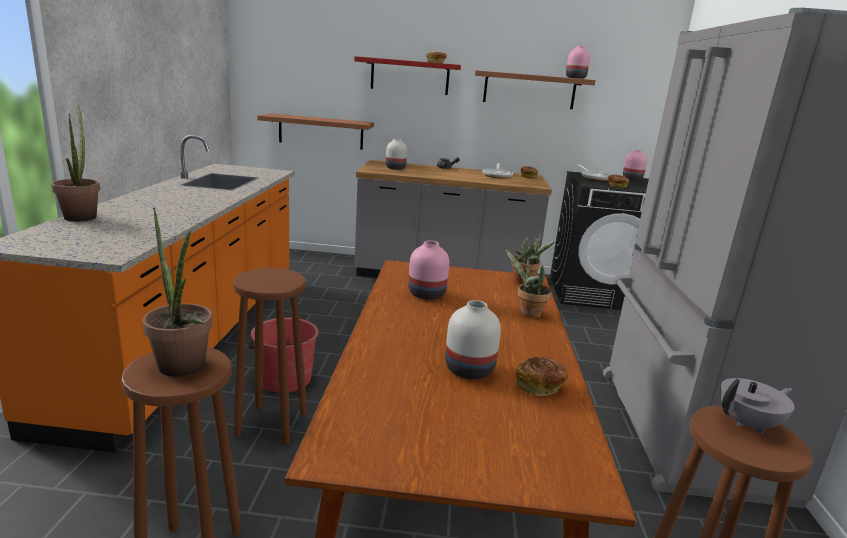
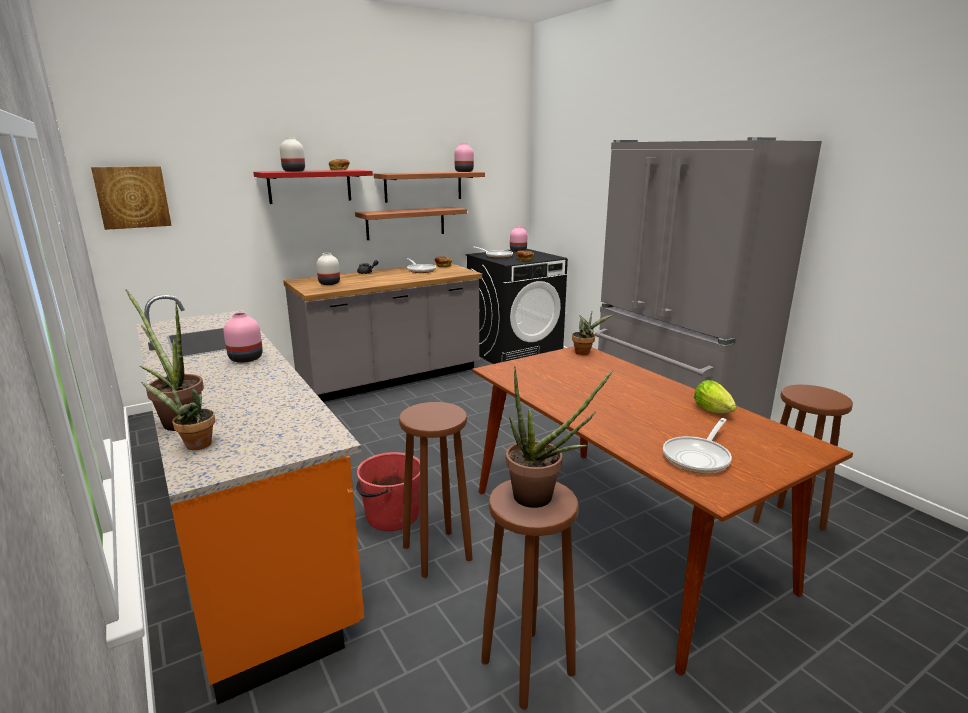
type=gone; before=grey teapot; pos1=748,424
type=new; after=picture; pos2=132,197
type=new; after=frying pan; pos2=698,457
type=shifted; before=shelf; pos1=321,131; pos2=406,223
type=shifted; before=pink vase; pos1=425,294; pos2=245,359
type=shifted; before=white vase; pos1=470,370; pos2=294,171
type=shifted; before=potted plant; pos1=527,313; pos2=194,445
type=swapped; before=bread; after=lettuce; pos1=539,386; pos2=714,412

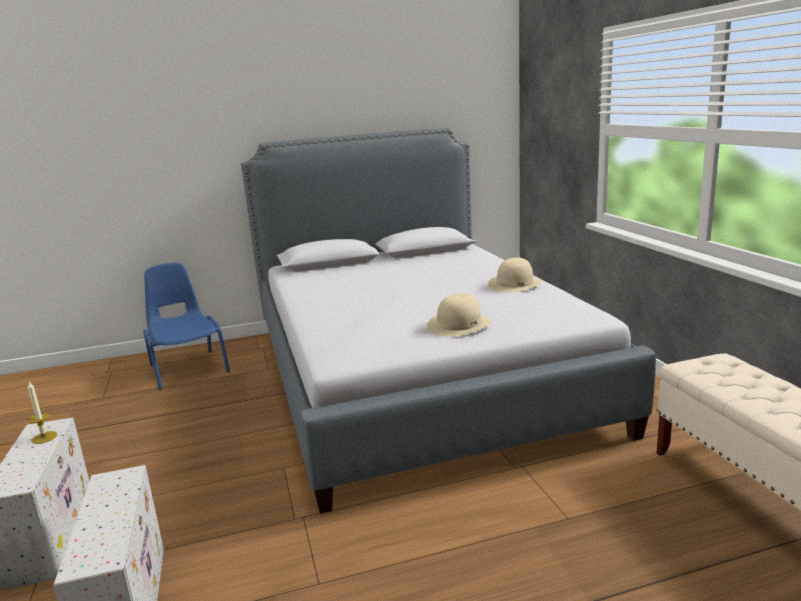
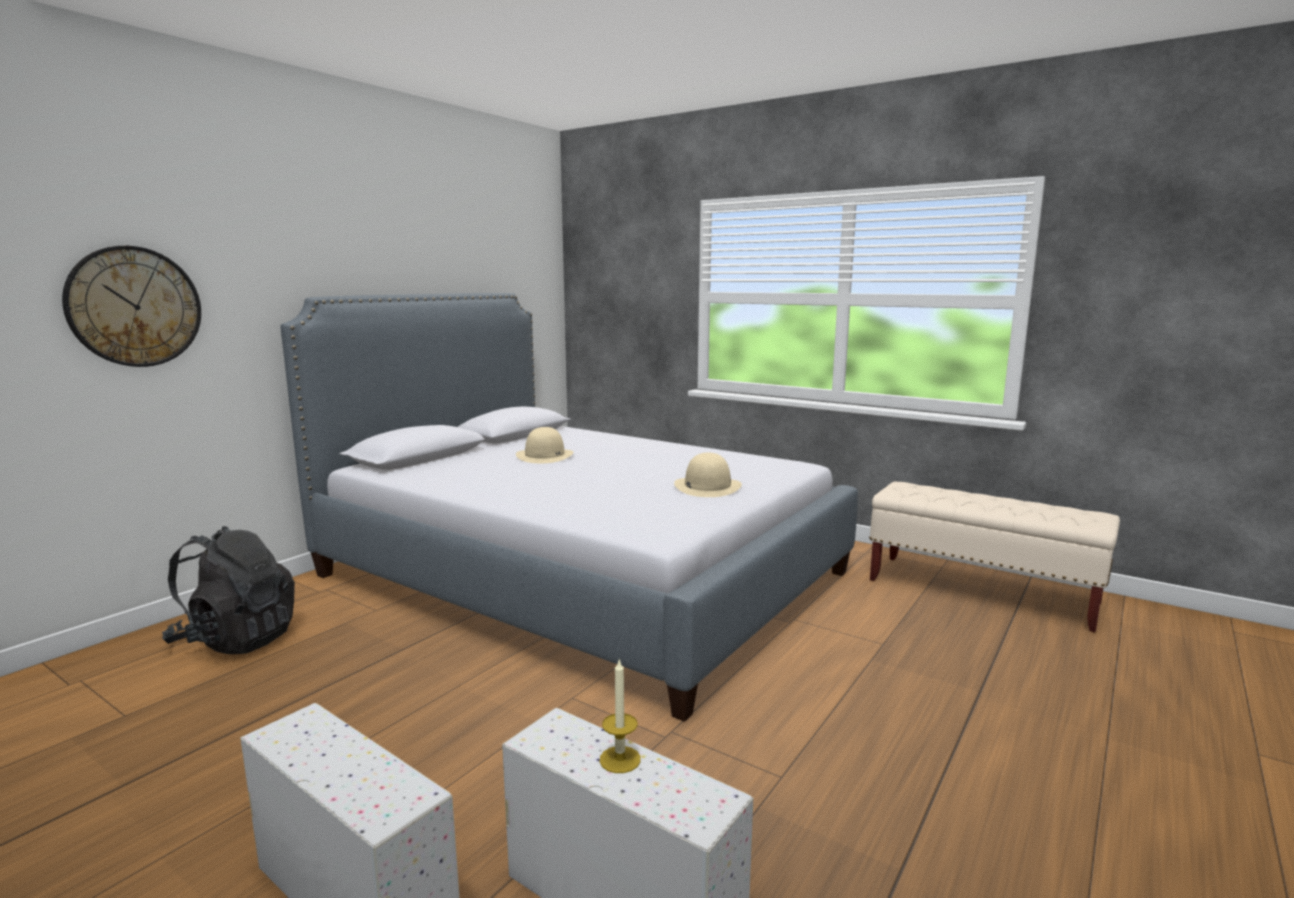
type=new; after=wall clock; pos2=134,307
type=shifted; before=candle; pos1=44,437; pos2=620,759
type=shifted; before=beige hat; pos1=515,284; pos2=545,456
type=swapped; before=blue chair; after=black backpack; pos1=188,368; pos2=236,640

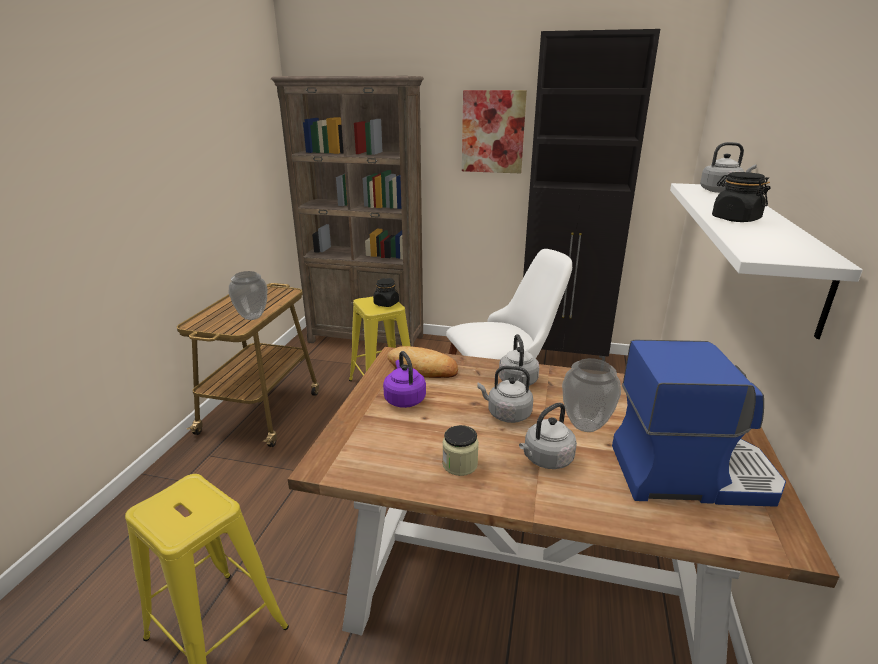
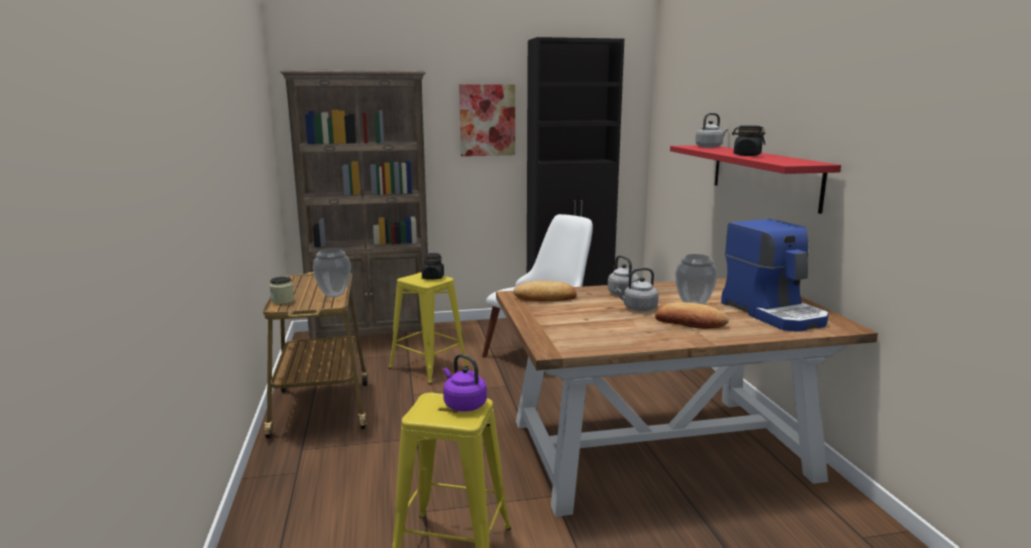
type=shifted; before=purple kettle; pos1=404,399; pos2=463,404
type=shifted; before=jar; pos1=460,464; pos2=282,301
type=swapped; before=grey kettle; after=bread; pos1=546,459; pos2=690,322
type=repainted; before=white shelf; after=red shelf; pos1=773,248; pos2=763,175
type=rotated; before=coffee machine; pos1=690,473; pos2=774,313; turn=90

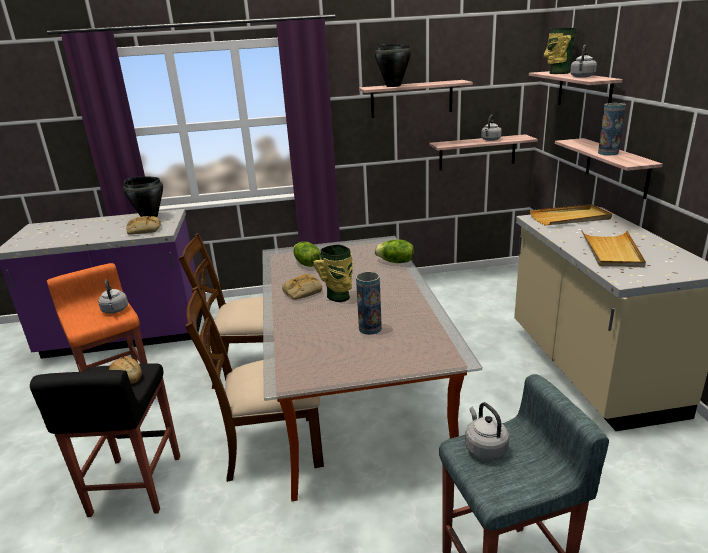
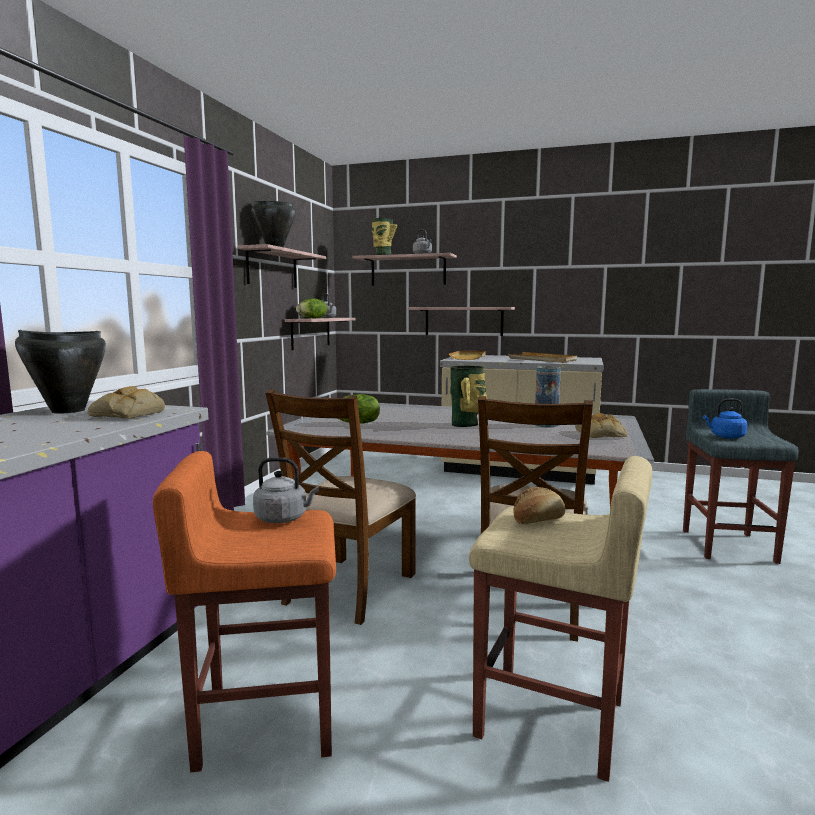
type=gone; before=vase; pos1=608,153
type=shifted; before=bread; pos1=302,291; pos2=601,434
type=shifted; before=lettuce; pos1=395,262; pos2=312,318
type=repainted; before=black stool; after=beige stool; pos1=135,486; pos2=552,720
type=repainted; before=grey kettle; after=blue kettle; pos1=484,448; pos2=725,436

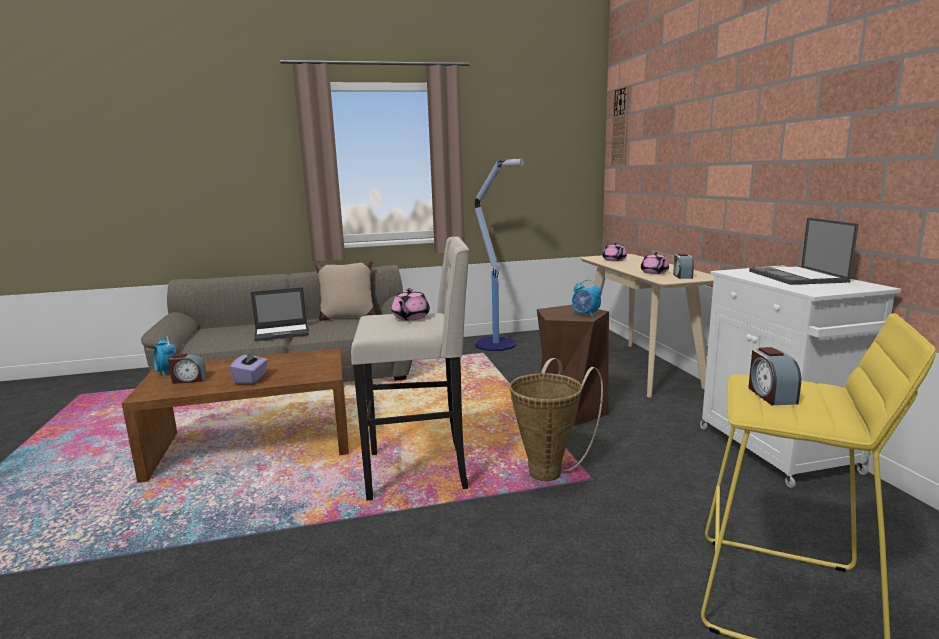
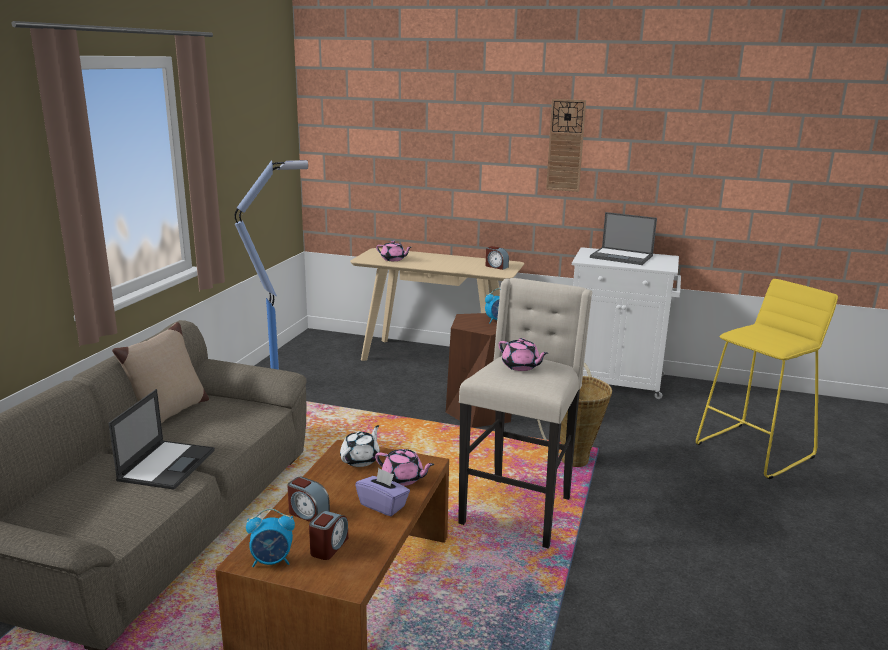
type=new; after=white teapot; pos2=361,459
type=shifted; before=wall clock; pos1=620,126; pos2=565,145
type=shifted; before=pink teapot; pos1=654,272; pos2=403,479
type=shifted; before=alarm clock; pos1=770,395; pos2=308,513

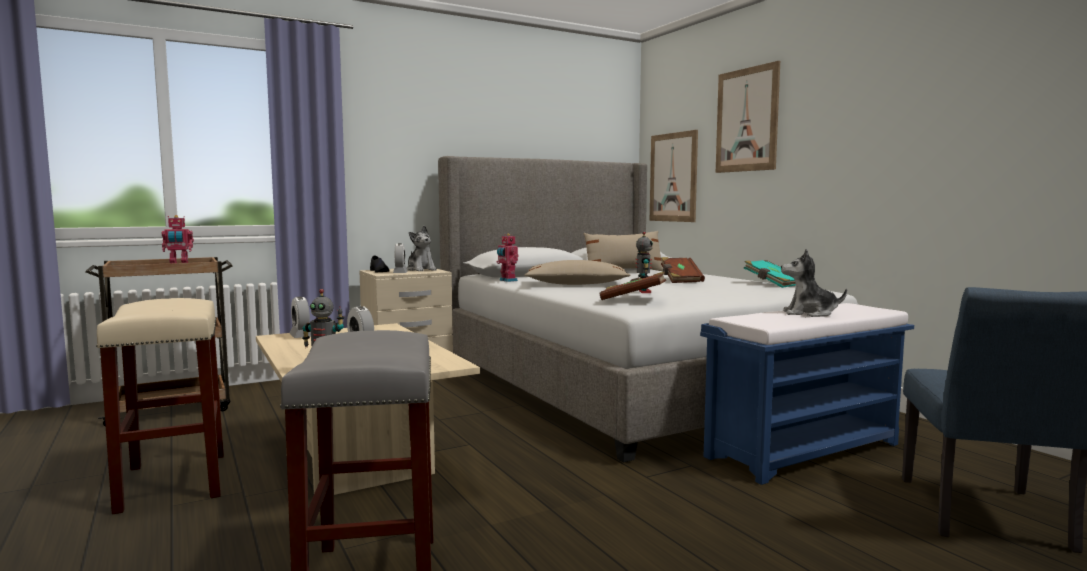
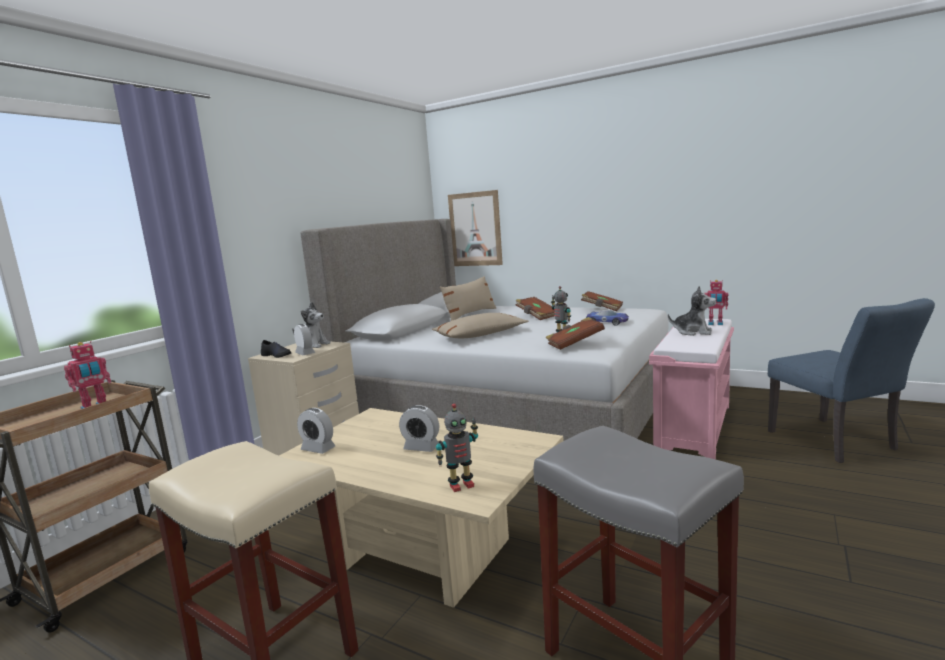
type=gone; before=picture; pos1=746,120
type=new; after=toy car; pos2=608,322
type=shifted; before=toy robot; pos1=507,280; pos2=715,324
type=repainted; before=blue bench; after=pink bench; pos1=804,450; pos2=693,427
type=repainted; before=turquoise book; after=brown book; pos1=772,284; pos2=602,309
type=rotated; before=plush toy; pos1=809,313; pos2=693,332; turn=-135

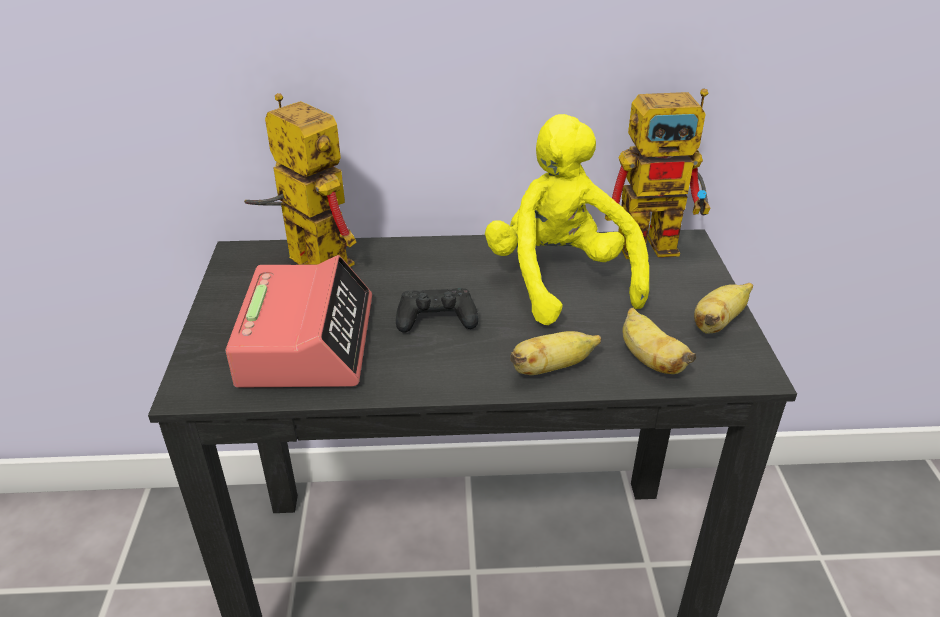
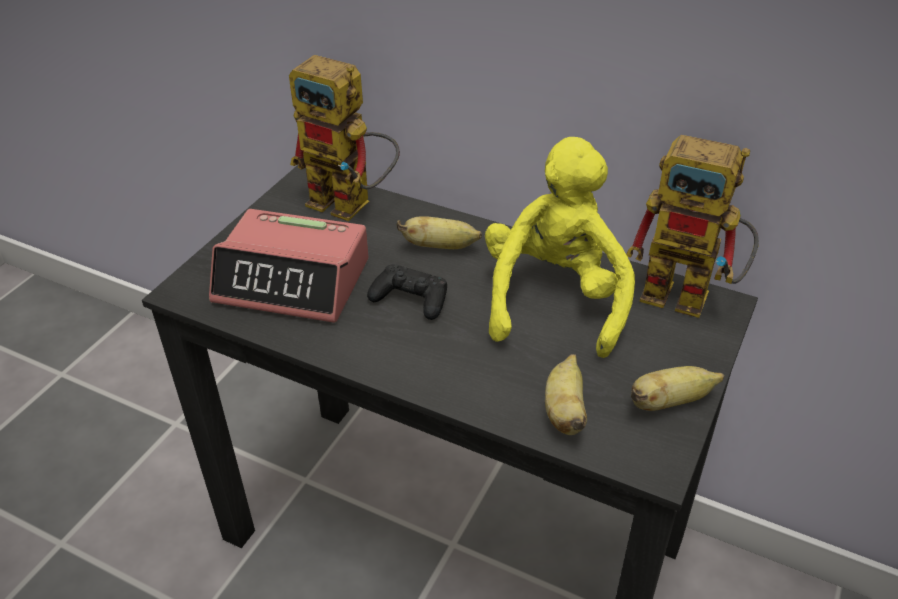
type=shifted; before=banana; pos1=551,368; pos2=440,247
type=rotated; before=alarm clock; pos1=307,341; pos2=293,280; turn=75
type=rotated; before=toy robot; pos1=307,259; pos2=352,204; turn=135

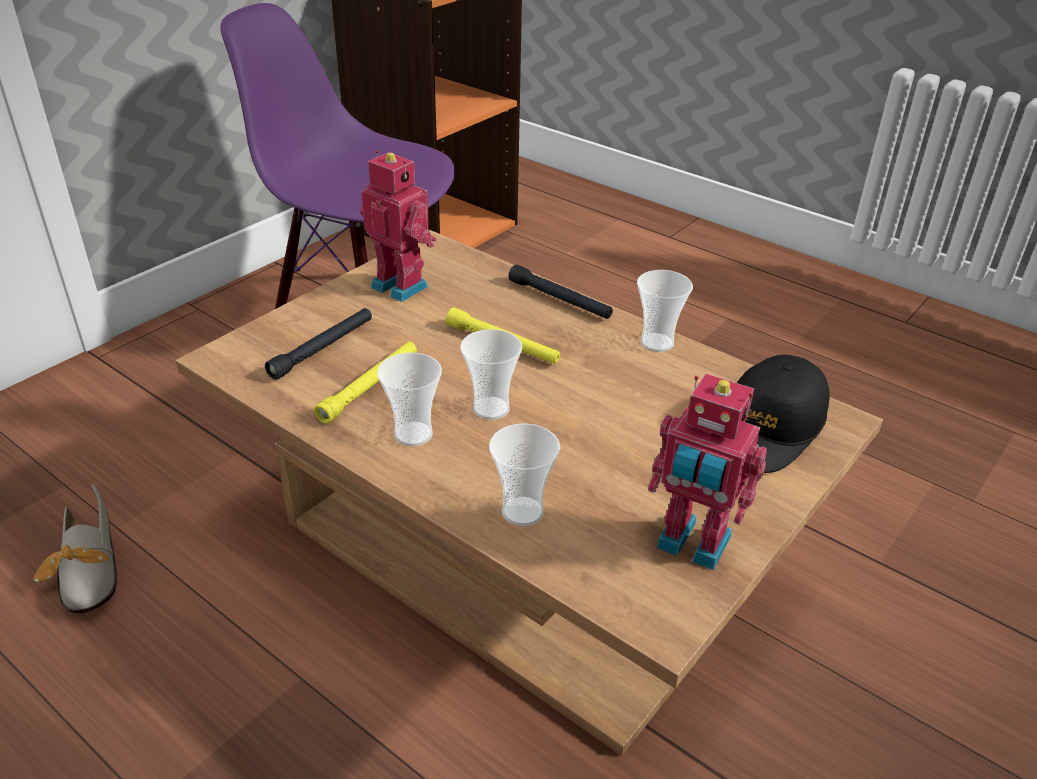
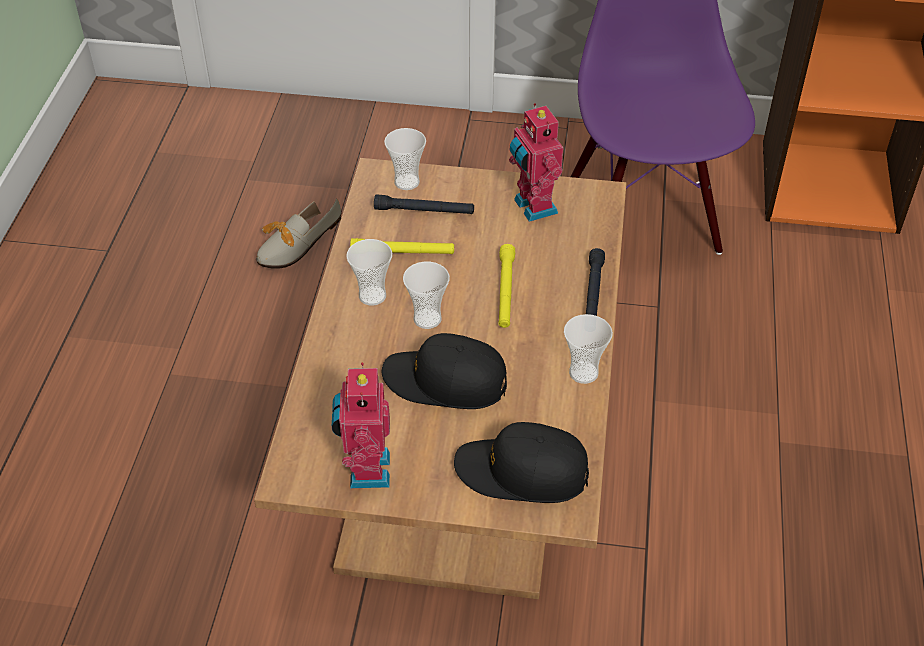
type=new; after=black cap; pos2=445,381
type=shifted; before=cup; pos1=522,511; pos2=407,182
type=rotated; before=toy robot; pos1=402,285; pos2=532,207; turn=150

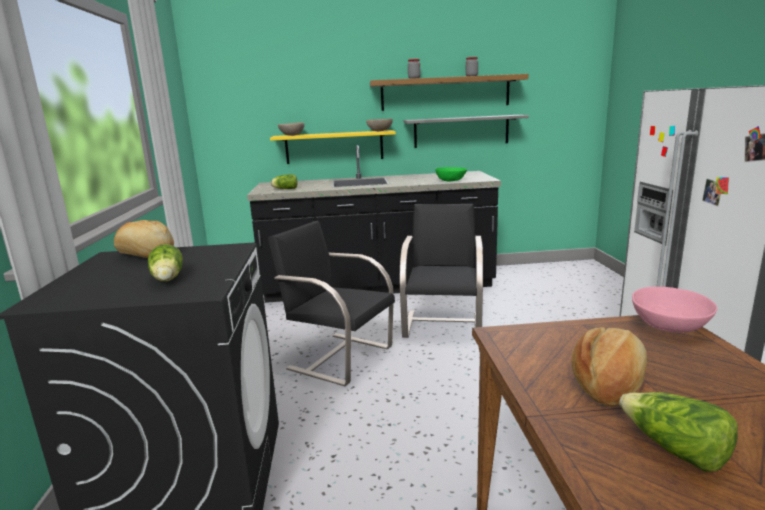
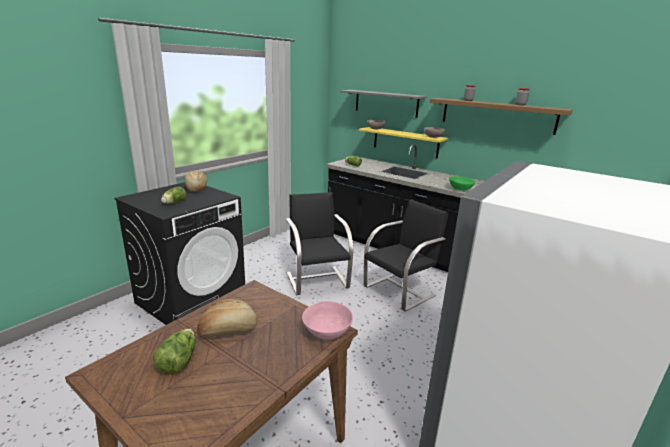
type=shifted; before=grey shelf; pos1=461,131; pos2=386,103

